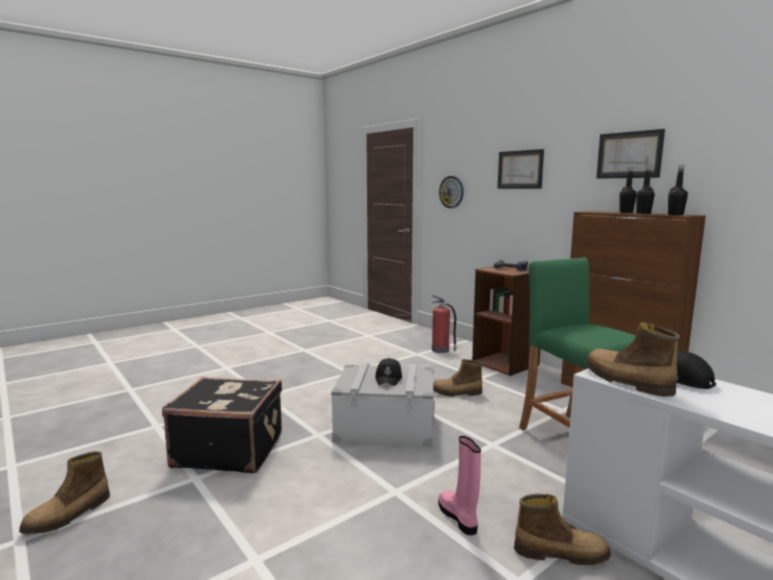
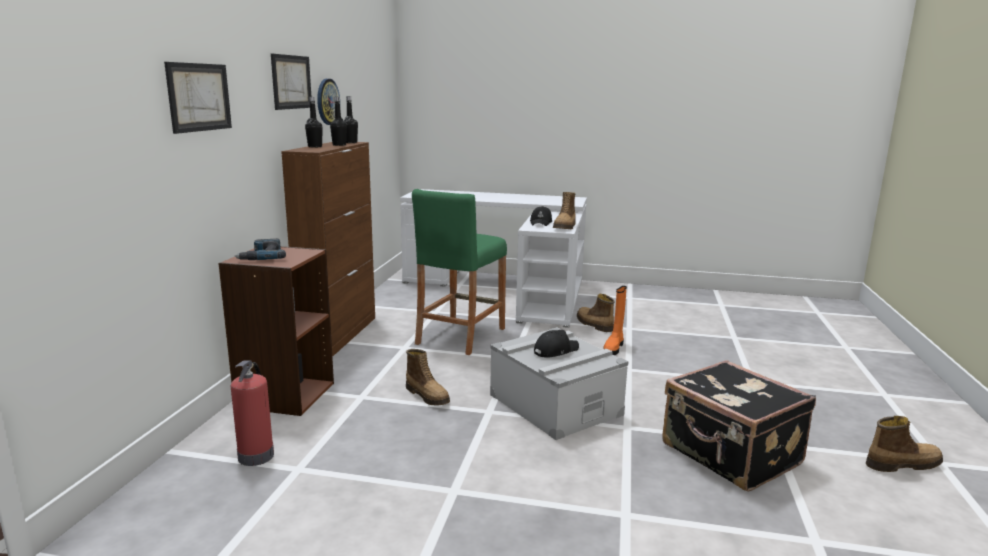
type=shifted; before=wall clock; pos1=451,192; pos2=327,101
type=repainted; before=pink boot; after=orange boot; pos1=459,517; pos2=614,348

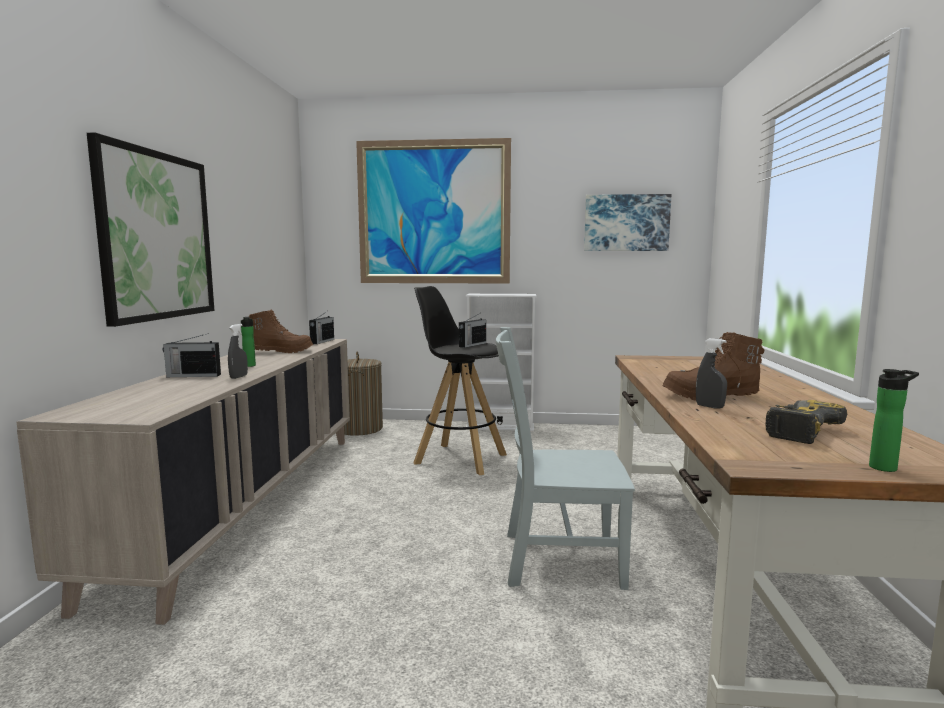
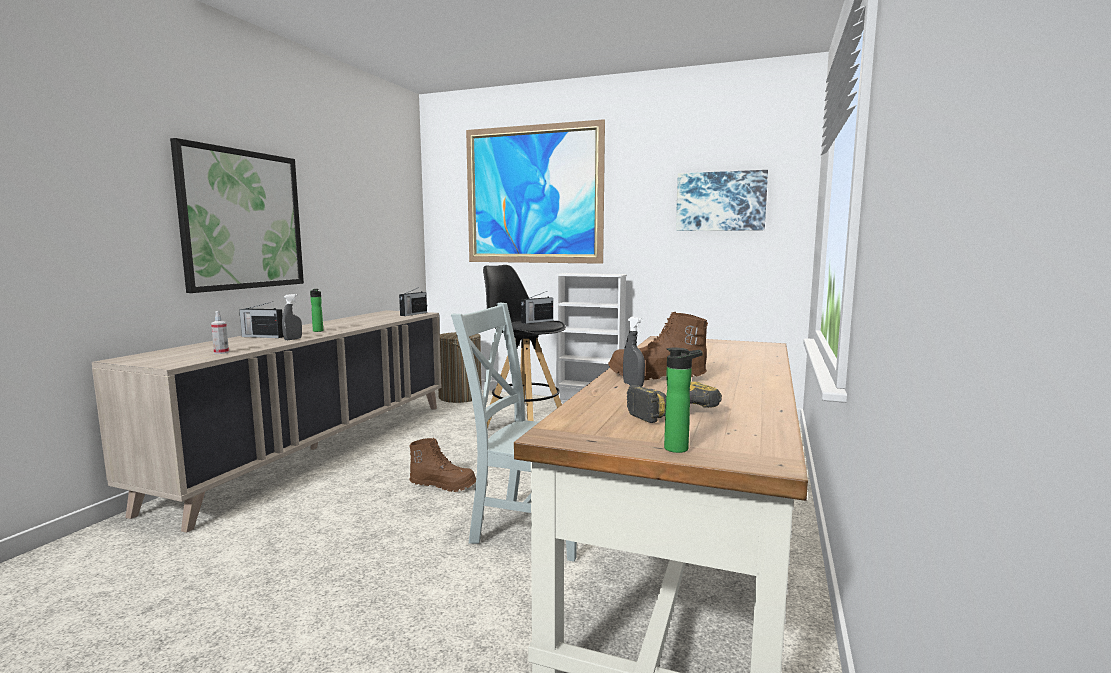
type=new; after=spray bottle; pos2=221,352
type=shifted; before=brown boot; pos1=282,351; pos2=443,485

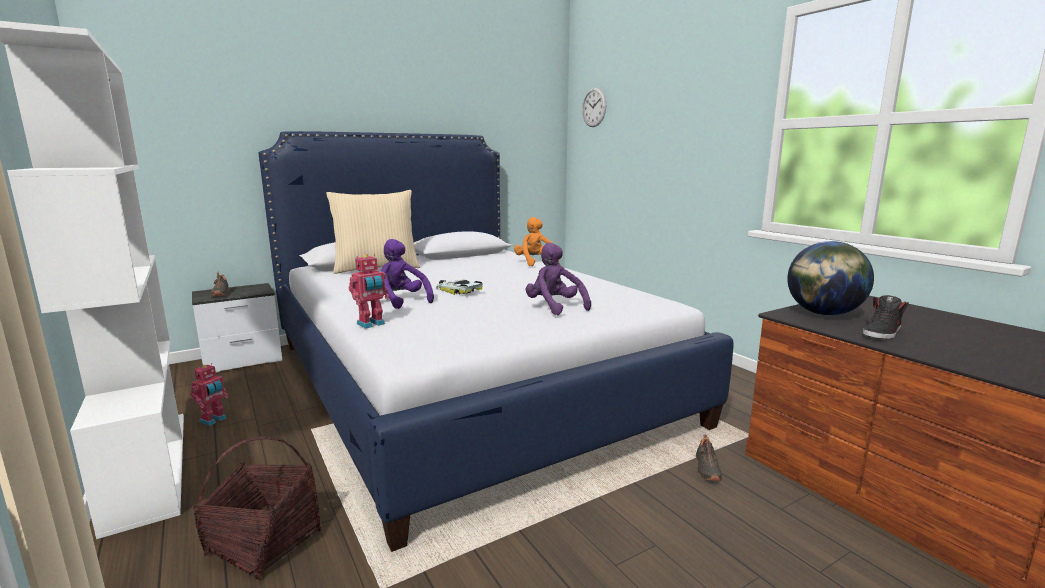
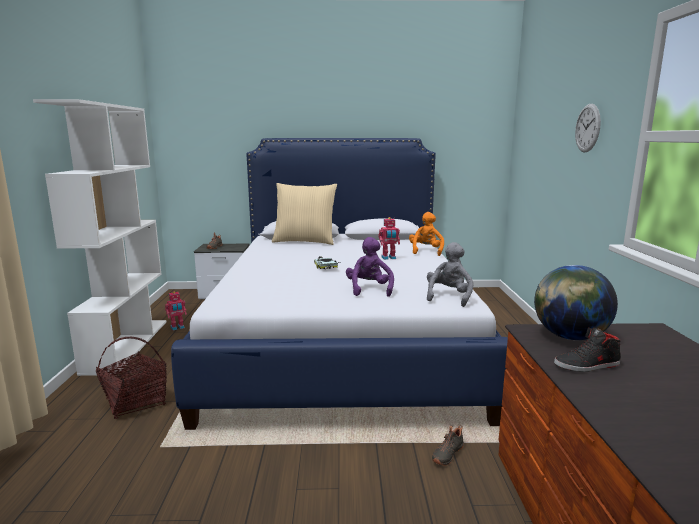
type=gone; before=purple plush toy; pos1=400,301
type=new; after=grey plush toy; pos2=448,297
type=shifted; before=toy robot; pos1=371,324; pos2=388,258
type=shifted; before=wall clock; pos1=594,107; pos2=587,128

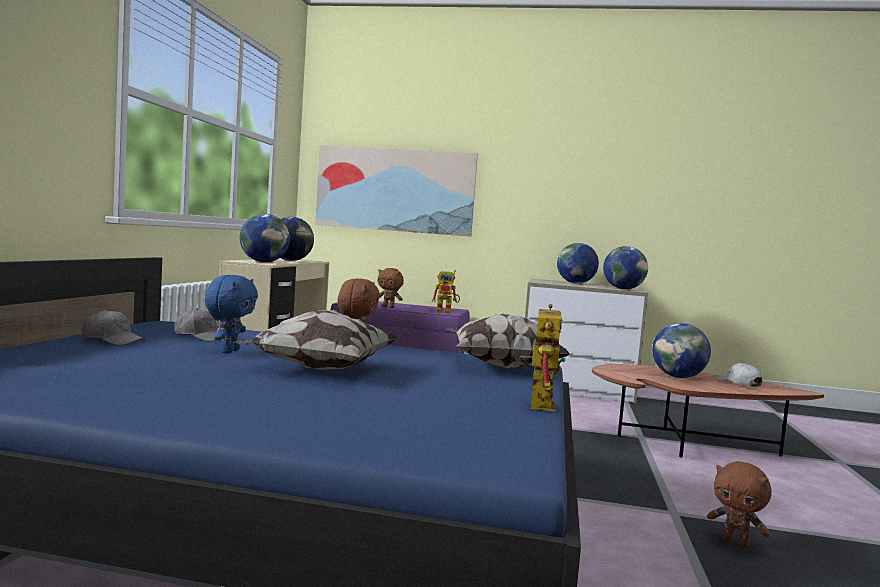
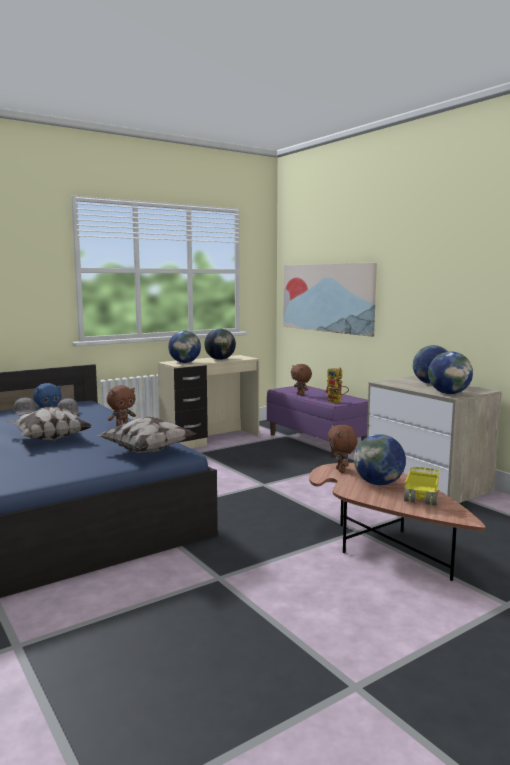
type=gone; before=toy robot; pos1=538,403
type=shifted; before=brown plush toy; pos1=736,543; pos2=341,471
type=swapped; before=white cap; after=toy truck; pos1=738,383; pos2=421,499

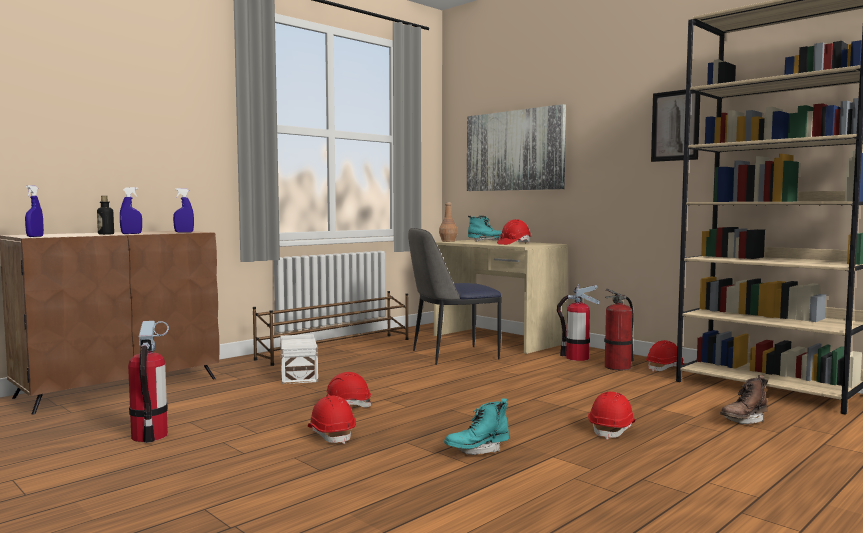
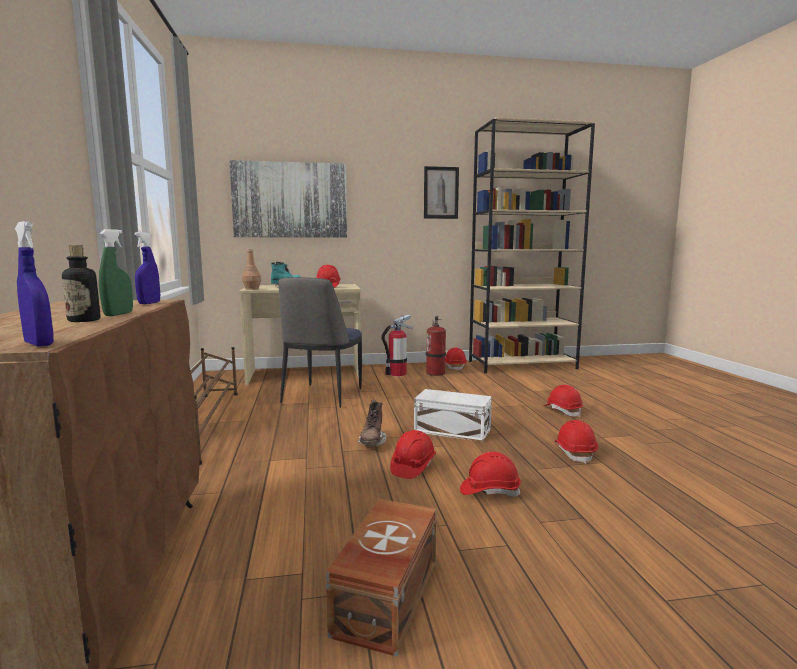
type=shifted; before=white storage box; pos1=299,374; pos2=451,430
type=shifted; before=brown boot; pos1=743,421; pos2=372,442
type=swapped; before=fire extinguisher; after=brown storage box; pos1=150,436; pos2=384,597
type=swapped; before=turquoise boot; after=red hard hat; pos1=477,450; pos2=575,452
type=repainted; before=blue spray bottle; after=green spray bottle; pos1=131,234; pos2=118,314

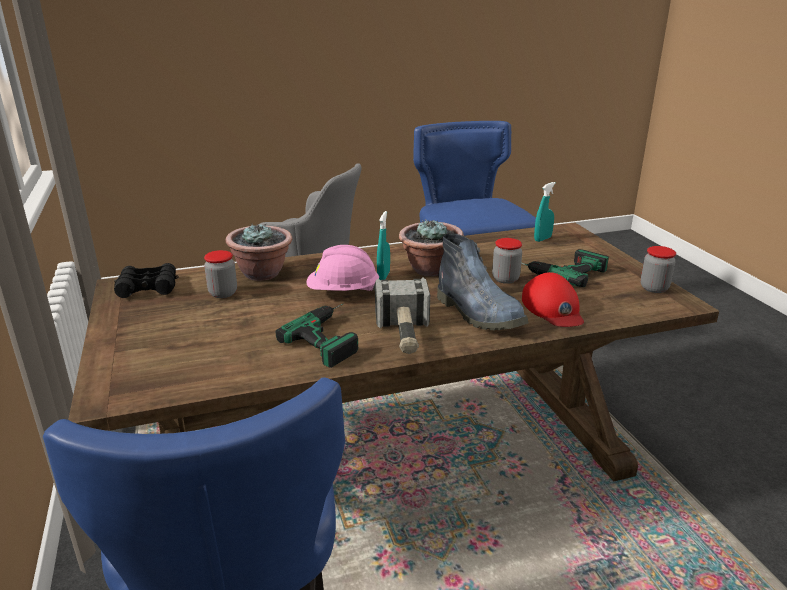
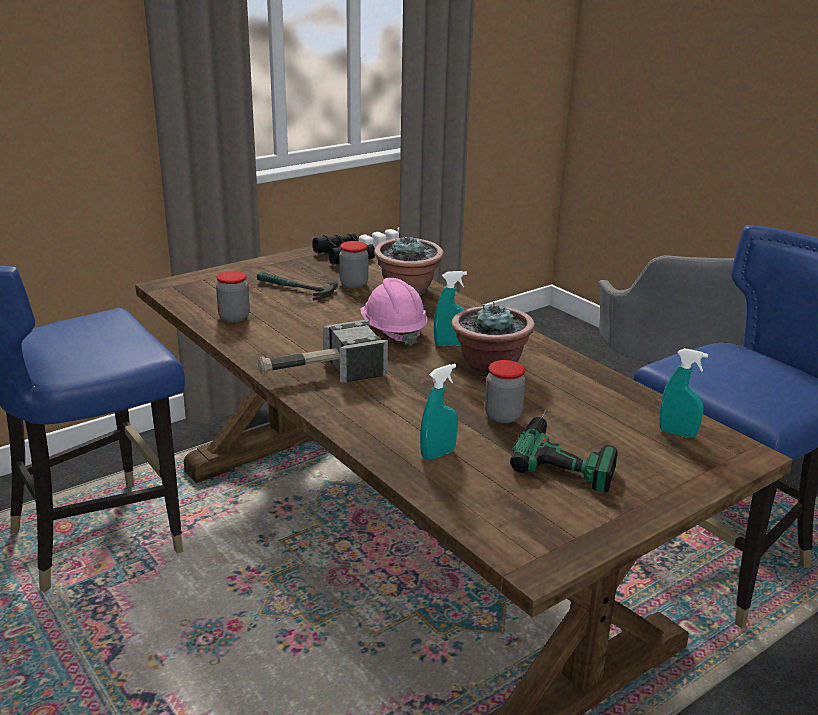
type=gone; before=power drill; pos1=333,336
type=gone; before=boot; pos1=480,314
type=new; after=hammer; pos2=294,289
type=shifted; before=jar; pos1=654,288; pos2=234,317
type=swapped; before=red cap; after=turquoise spray bottle; pos1=553,308; pos2=438,454

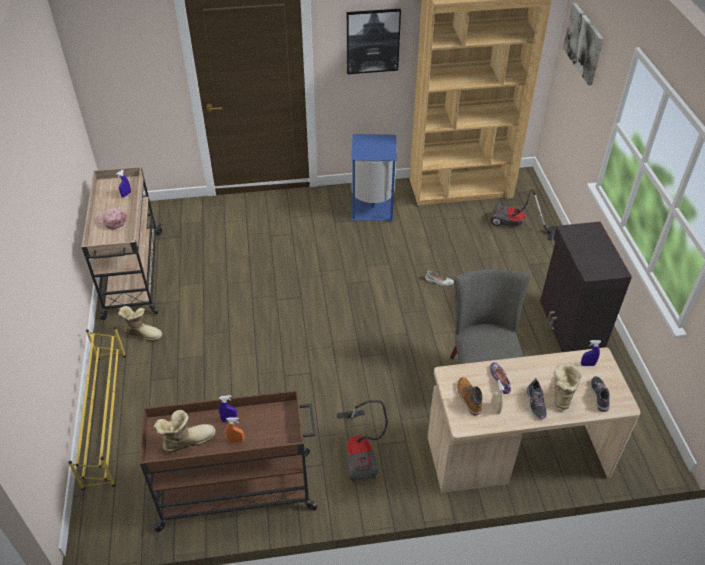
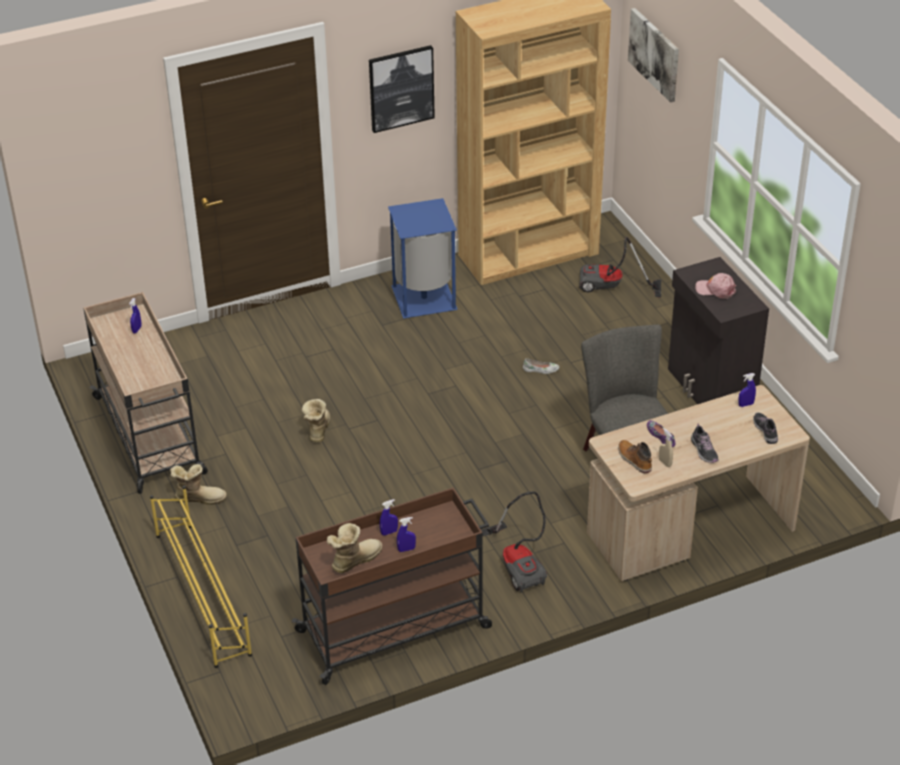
type=shifted; before=pink cap; pos1=112,220; pos2=715,290
type=shifted; before=boot; pos1=562,393; pos2=317,430
type=repainted; before=orange spray bottle; after=blue spray bottle; pos1=236,441; pos2=406,549

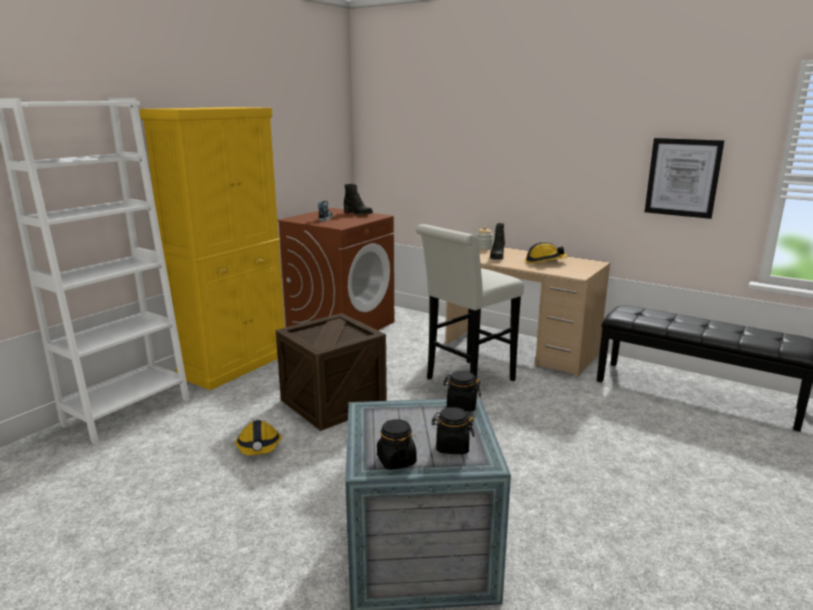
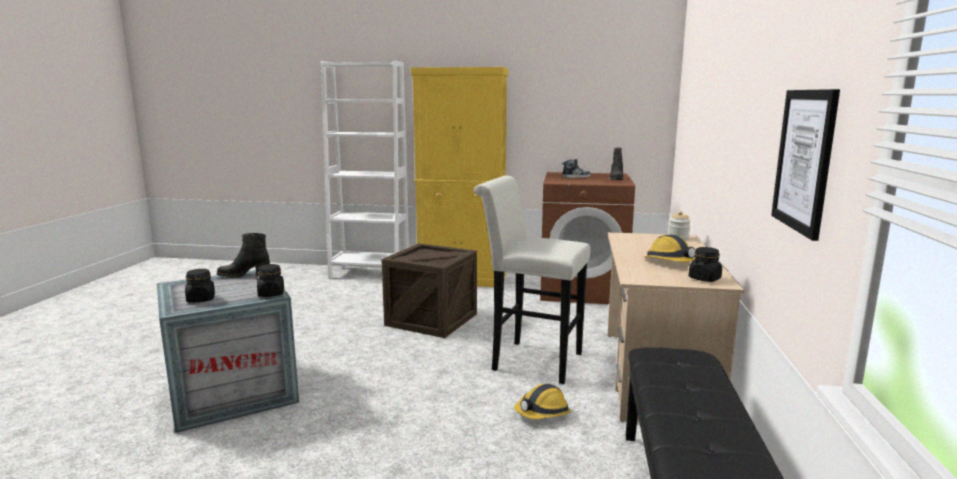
type=shifted; before=hard hat; pos1=259,447; pos2=542,413
type=shifted; before=black jar; pos1=396,460; pos2=704,278
type=shifted; before=black boot; pos1=497,257; pos2=244,275

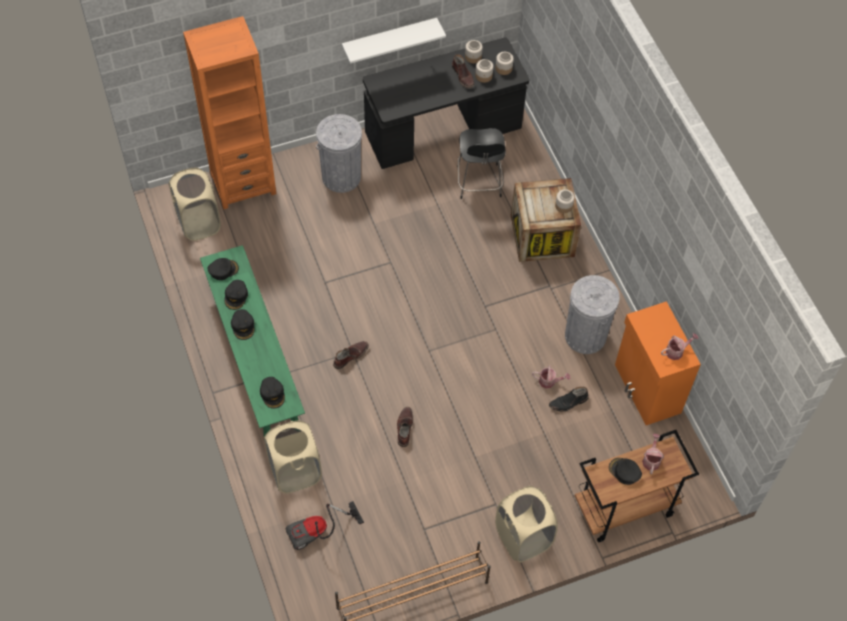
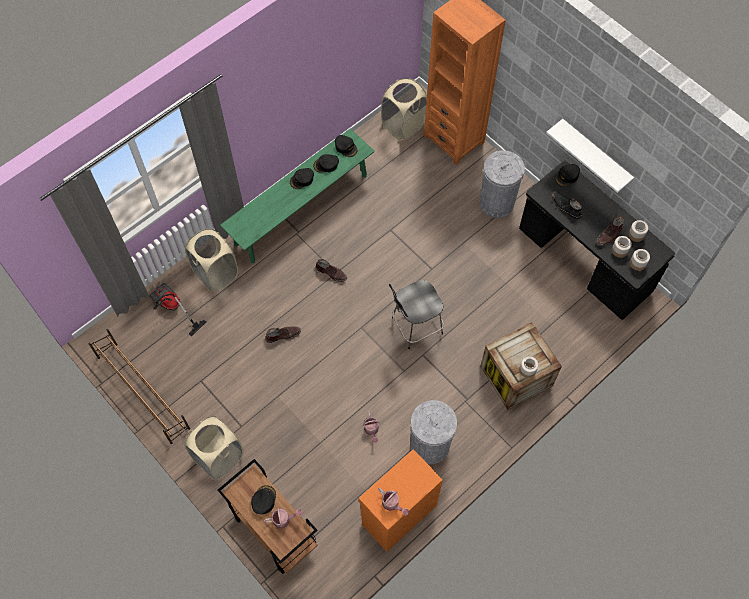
type=shifted; before=black cap; pos1=272,394; pos2=567,176
type=shifted; before=black chair; pos1=479,183; pos2=415,326
type=shifted; before=black boot; pos1=568,402; pos2=565,207

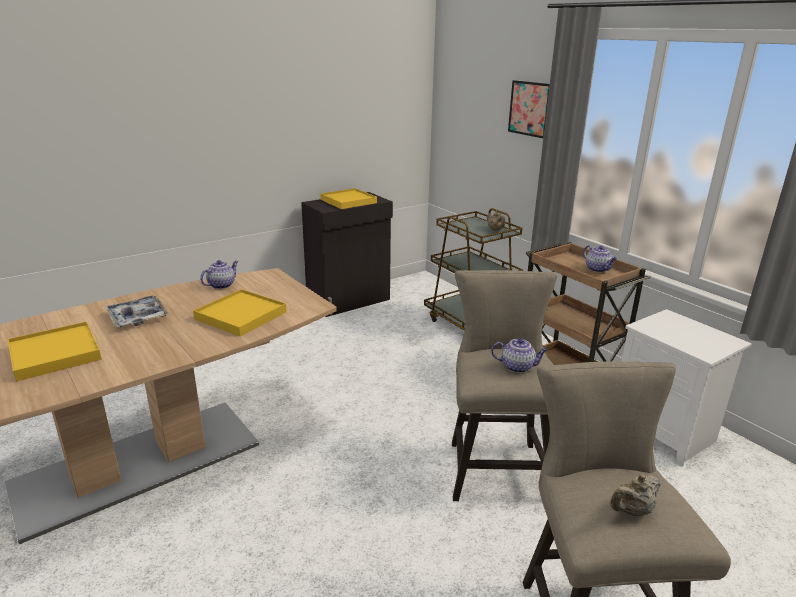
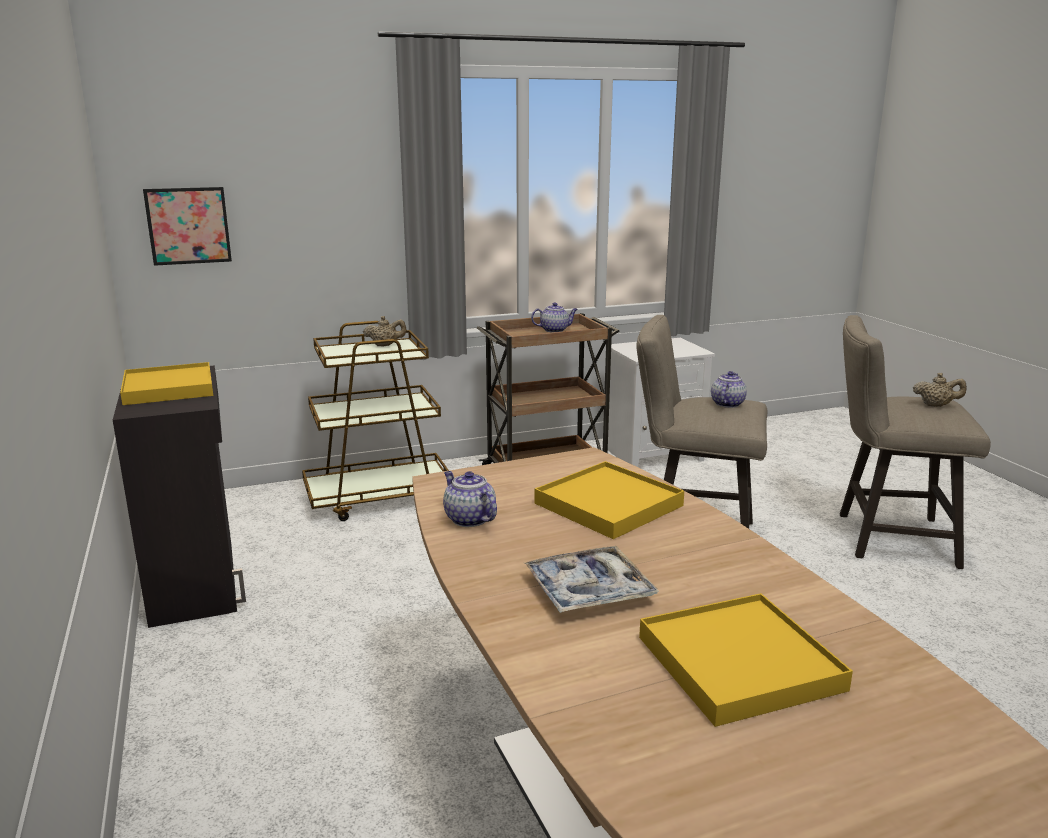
type=shifted; before=picture; pos1=529,108; pos2=188,226
type=rotated; before=beige teapot; pos1=632,511; pos2=936,405; turn=-60

